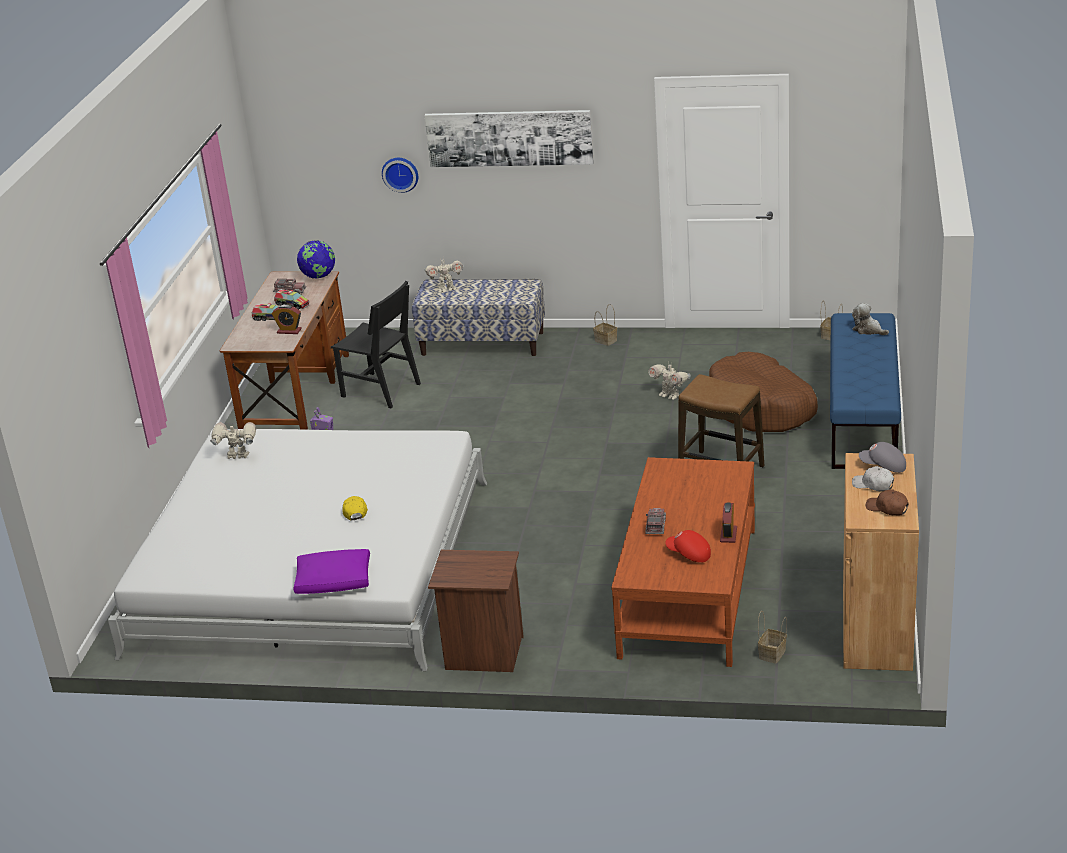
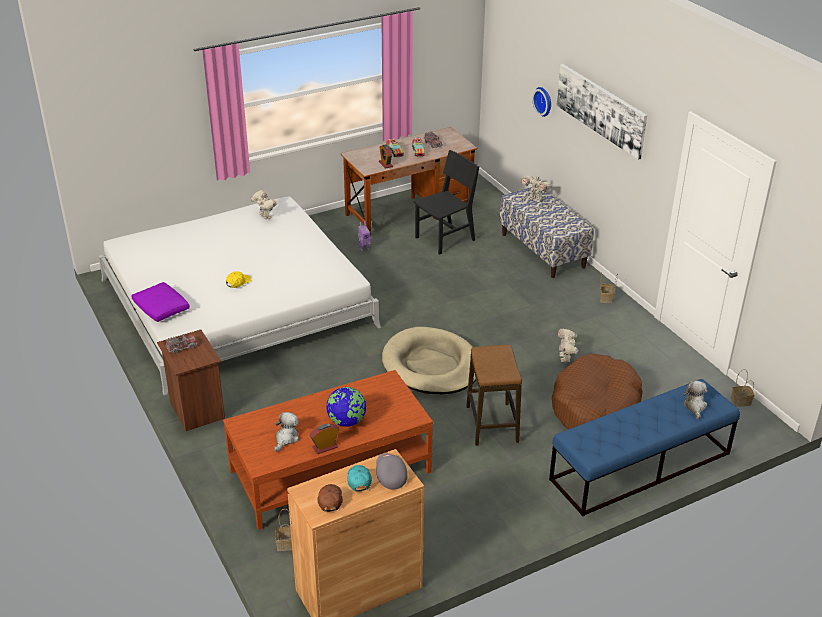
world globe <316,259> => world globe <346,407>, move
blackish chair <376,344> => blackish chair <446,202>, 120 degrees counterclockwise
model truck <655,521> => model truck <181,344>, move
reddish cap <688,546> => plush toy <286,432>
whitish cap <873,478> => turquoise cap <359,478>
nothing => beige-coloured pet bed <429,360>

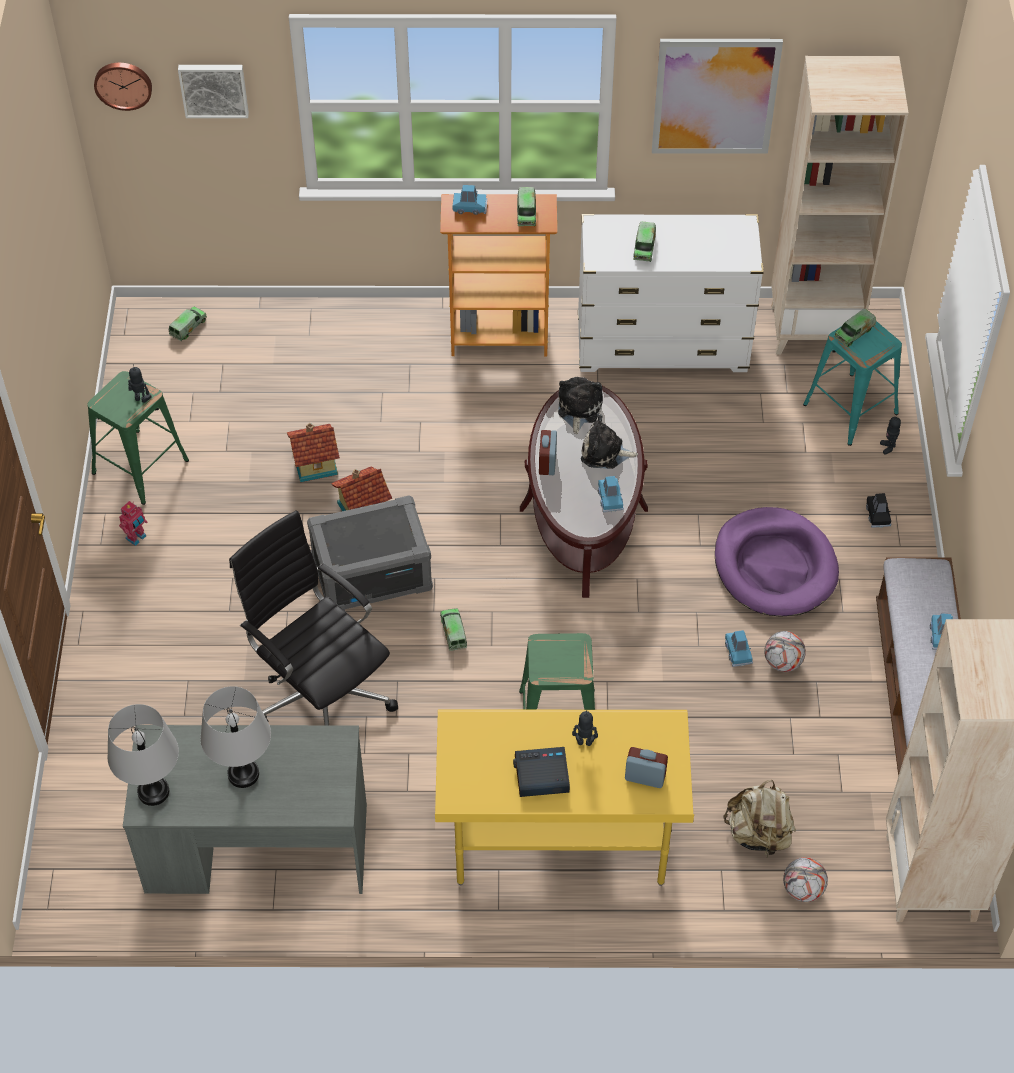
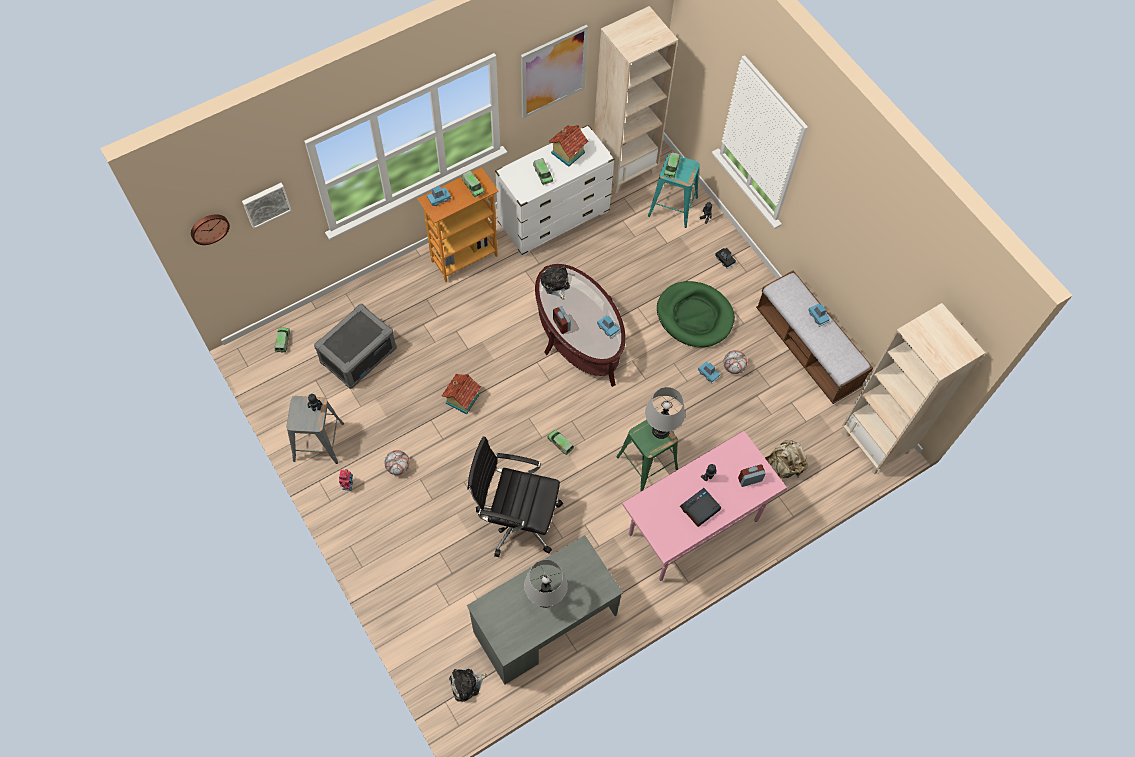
green-coloured stool <138,438> => grey stool <315,430>
grey lamp for a table <143,755> => grey lamp for a table <665,413>, move
model house <313,452> => model house <568,146>, move
grey storage bin <370,553> => grey storage bin <355,346>, move
yellow desk table <564,797> => pinkish desk table <705,506>
plush toy <609,441> => plush toy <468,685>, move
purple pet bed <777,562> => green-coloured pet bed <696,314>
football <805,879> => football <397,462>, move

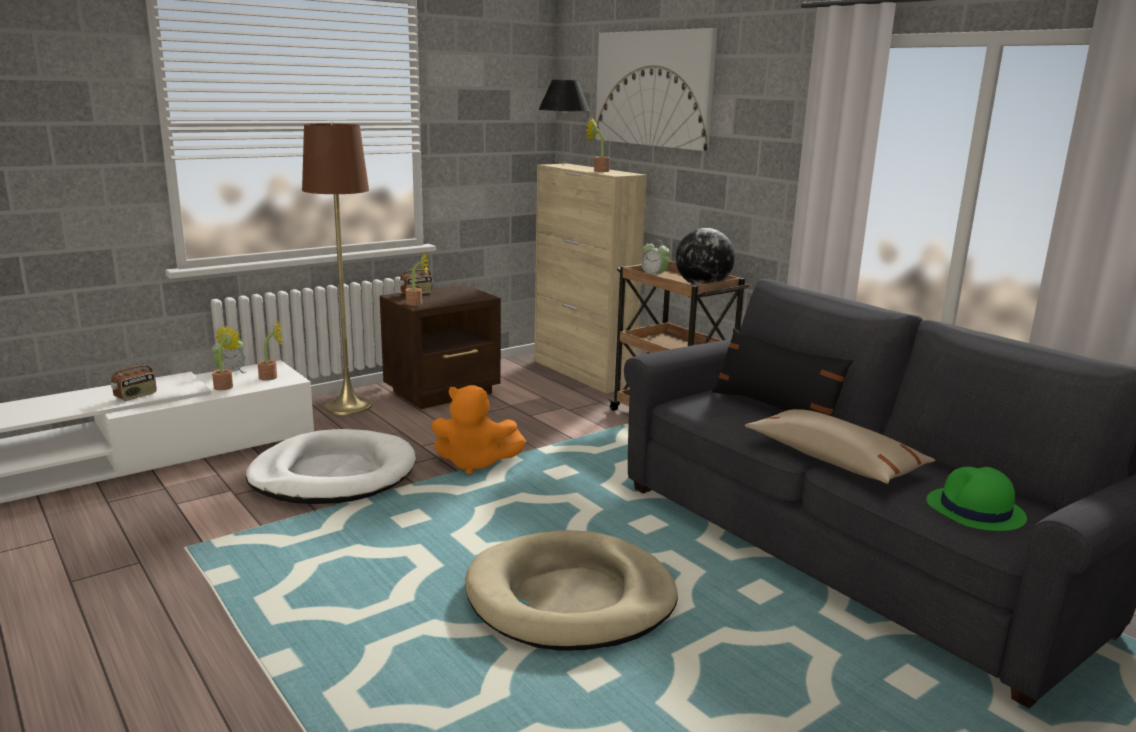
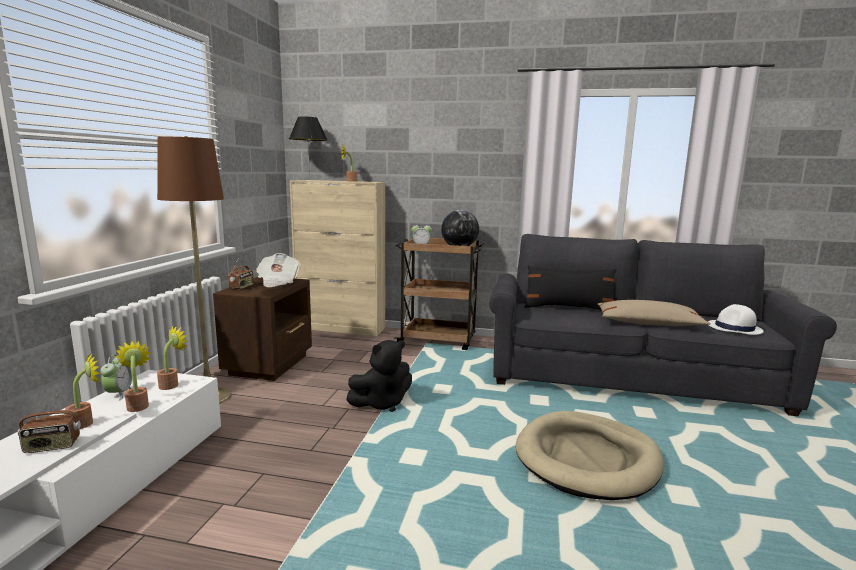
radio <134,377> => radio <49,424>, 75 degrees clockwise
whitish pet bed <331,466> => nothing
plant in a pot <417,278> => plant in a pot <83,391>, move
orangey plush toy <478,429> => blackish plush toy <379,376>
wall picture <656,89> => nothing
green-coloured wearable hat <977,499> => whitish wearable hat <736,319>
nothing => daily paper <278,270>

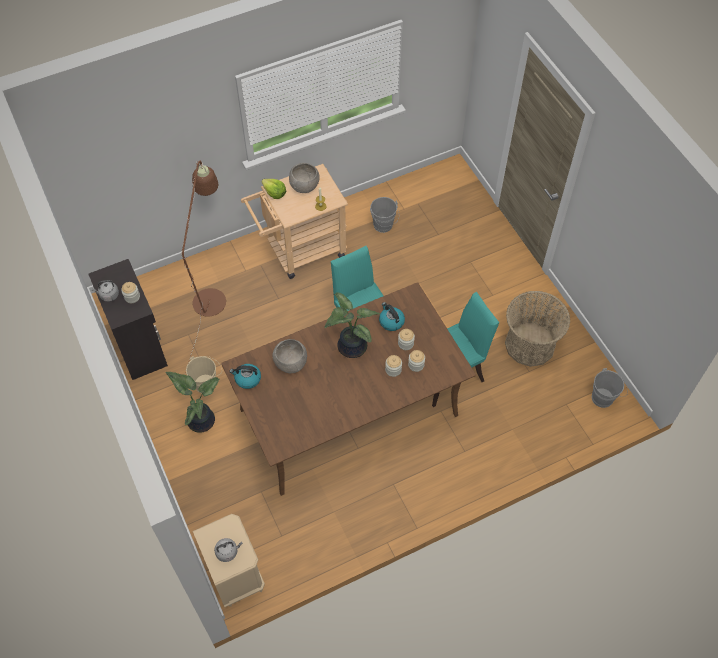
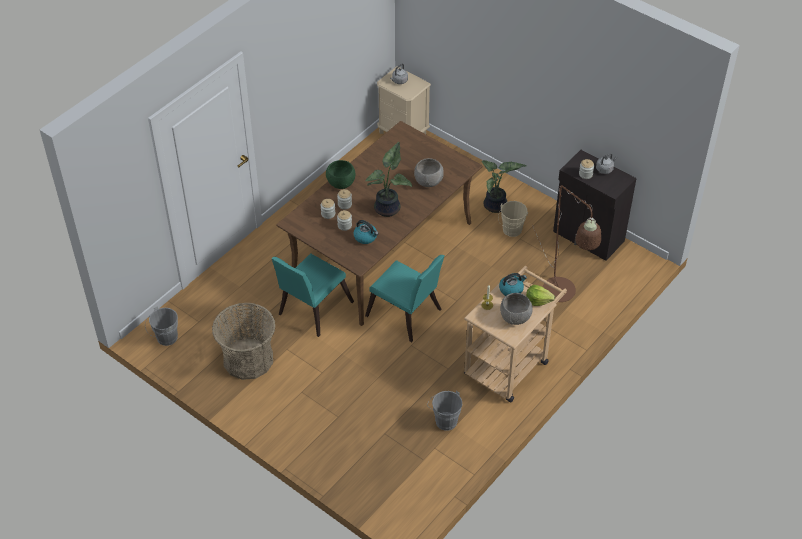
water kettle <245,376> => water kettle <513,284>, move
nothing => green-coloured serving bowl <340,174>

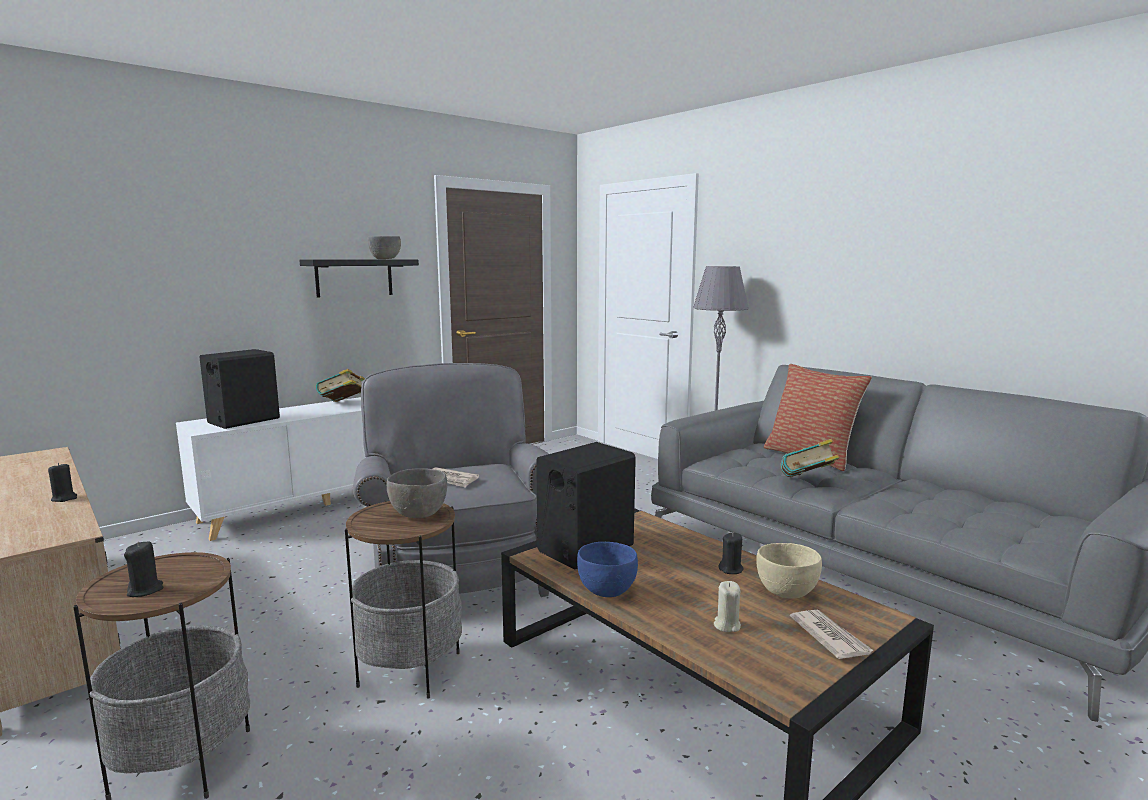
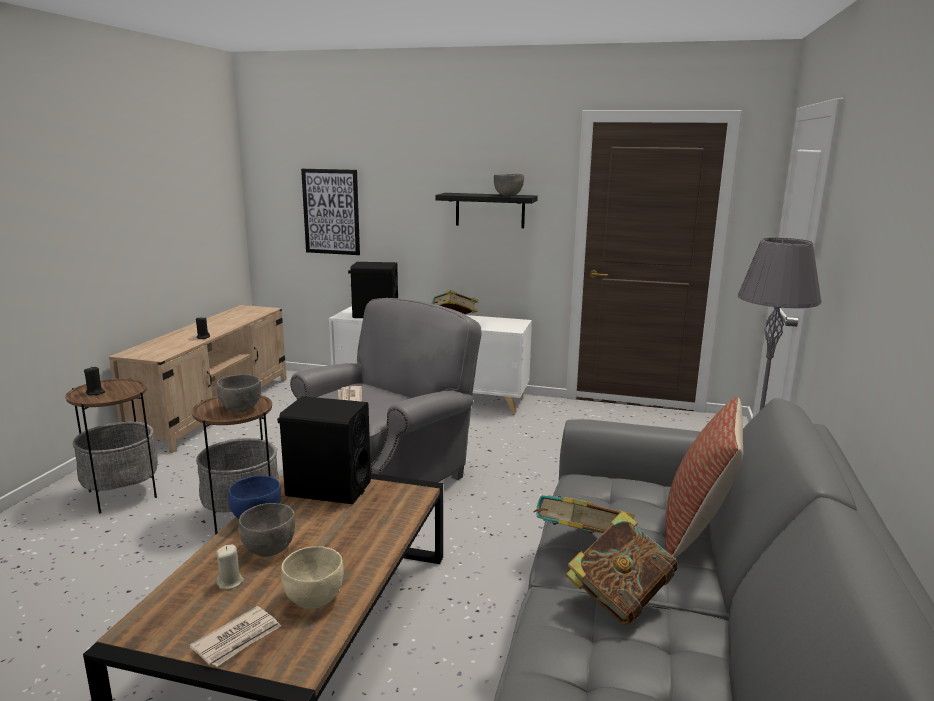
blackish wax candle <731,553> => nothing
nothing => grey serving bowl <266,530>
nothing => wall picture <330,212>
nothing => volume <622,568>

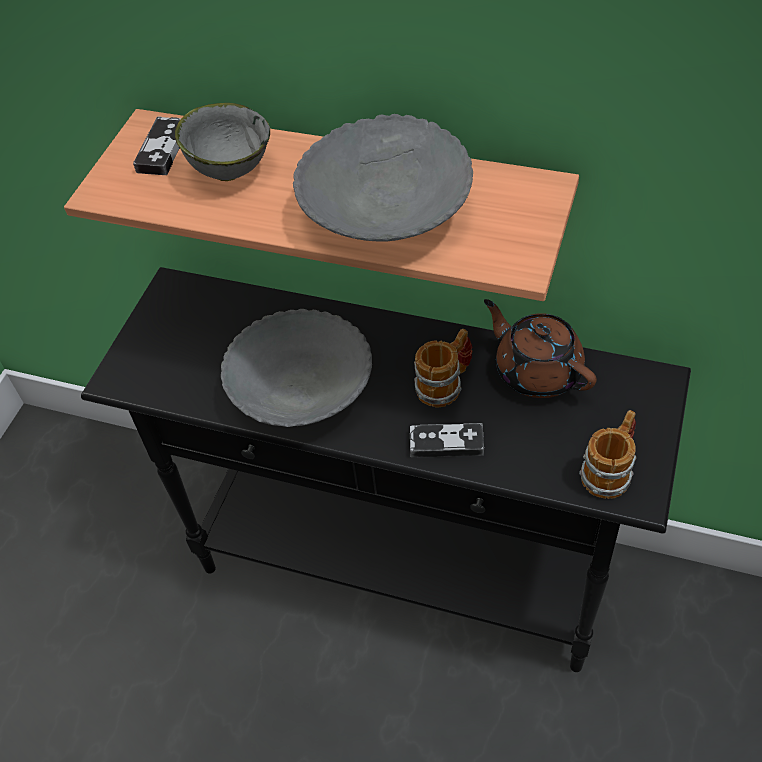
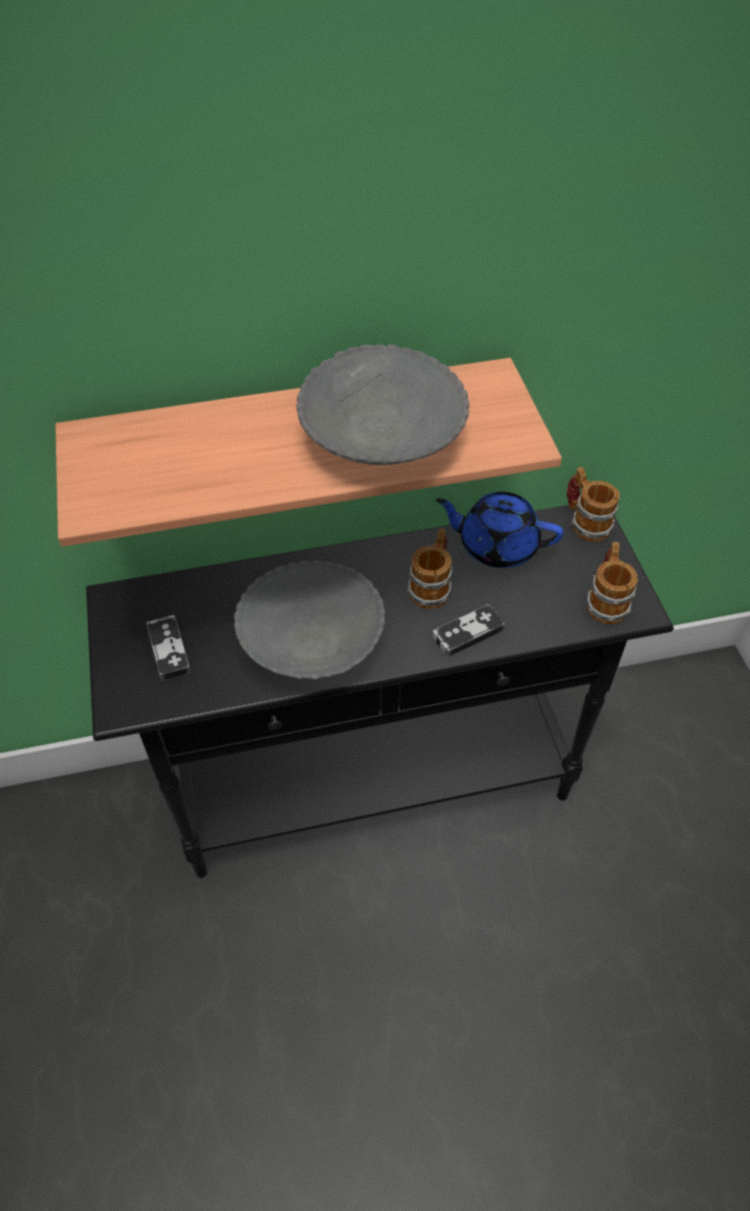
joypad <157,145> => joypad <168,648>, move
grey serving bowl <222,142> => nothing
brownish teapot <540,348> => bluish teapot <500,530>
nothing => tea mug <593,504>

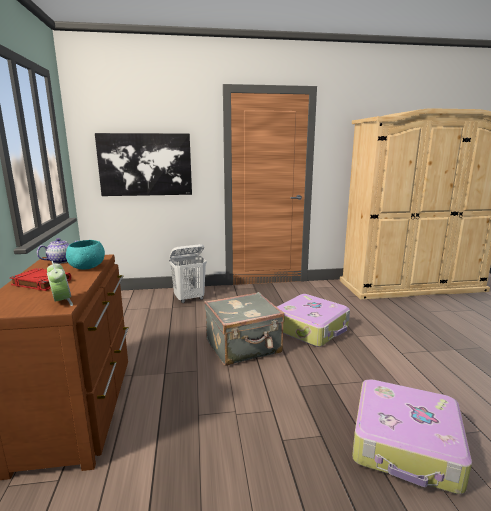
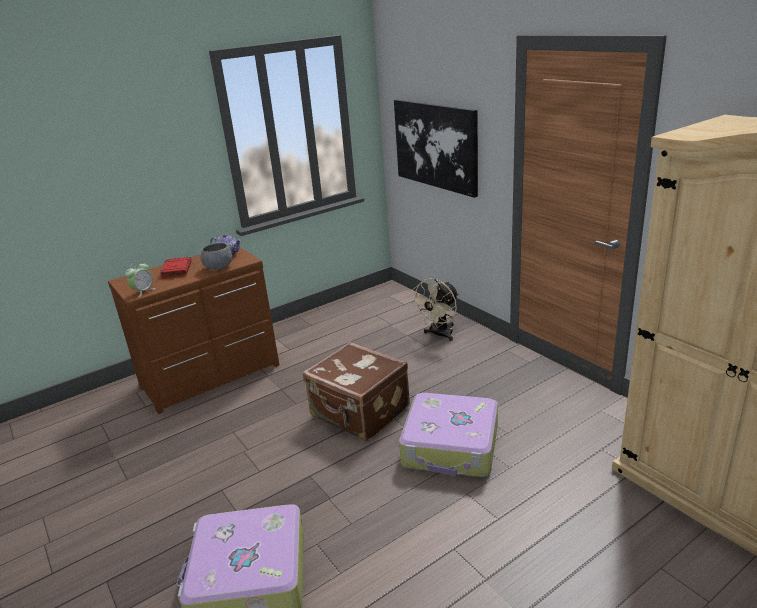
turquoise serving bowl <85,255> => grey serving bowl <216,256>
whitish washing basket <188,273> => beige-coloured electric fan <434,309>
grey piece of luggage <244,329> => brownish piece of luggage <356,391>

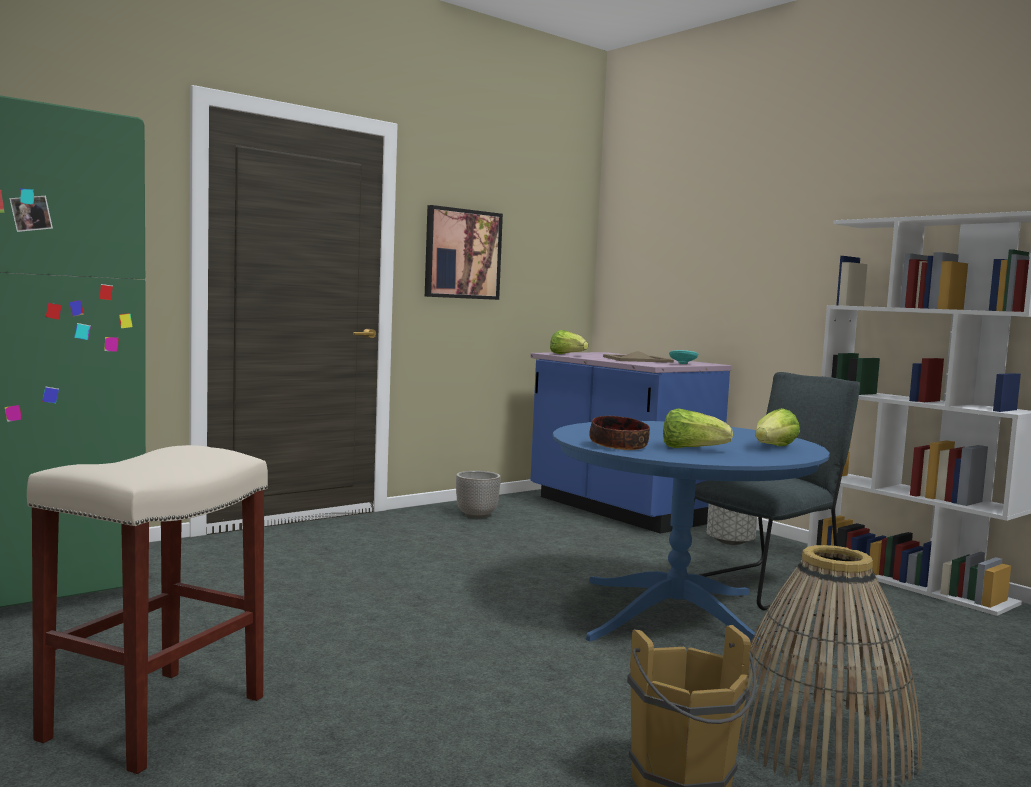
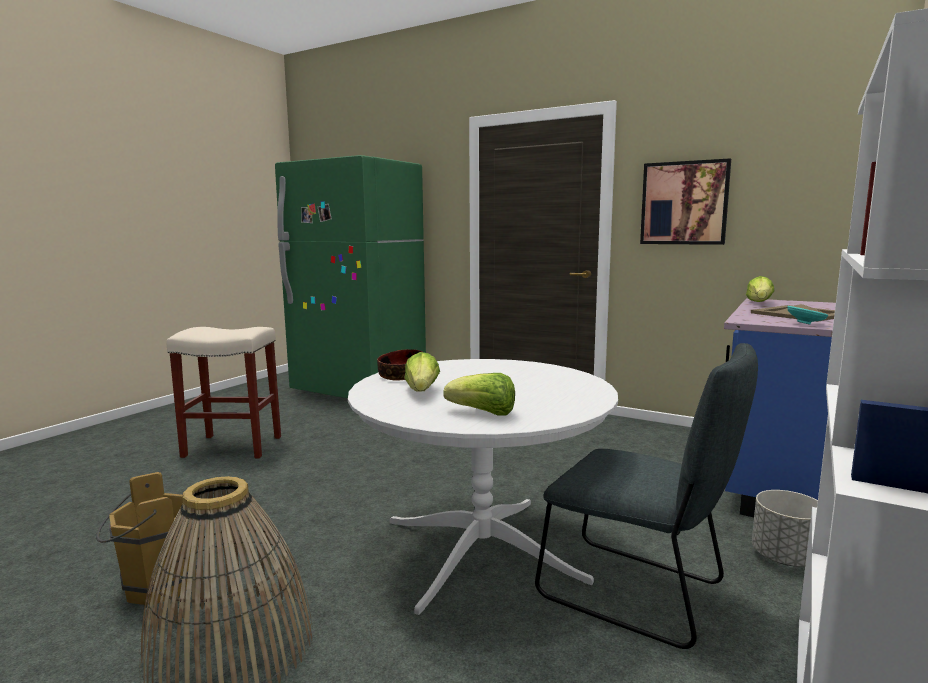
planter <478,494> => nothing
bluish kitchen table <691,538> => whitish kitchen table <483,487>

